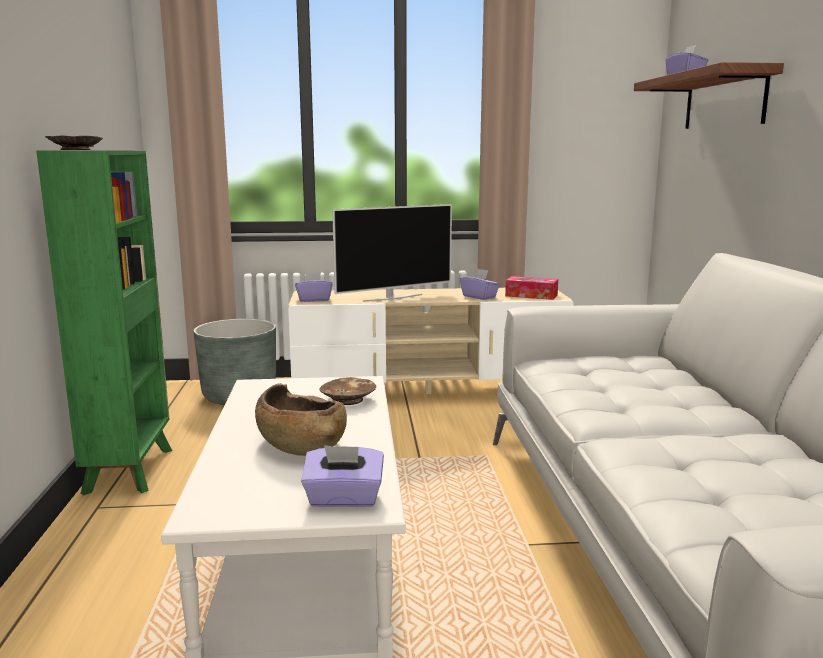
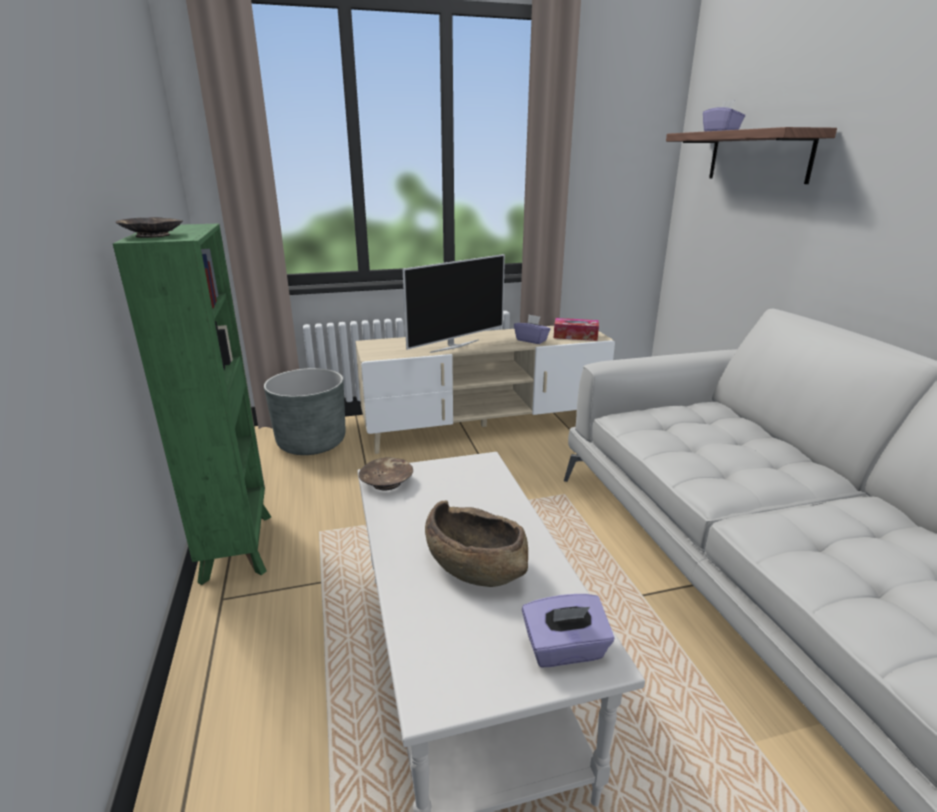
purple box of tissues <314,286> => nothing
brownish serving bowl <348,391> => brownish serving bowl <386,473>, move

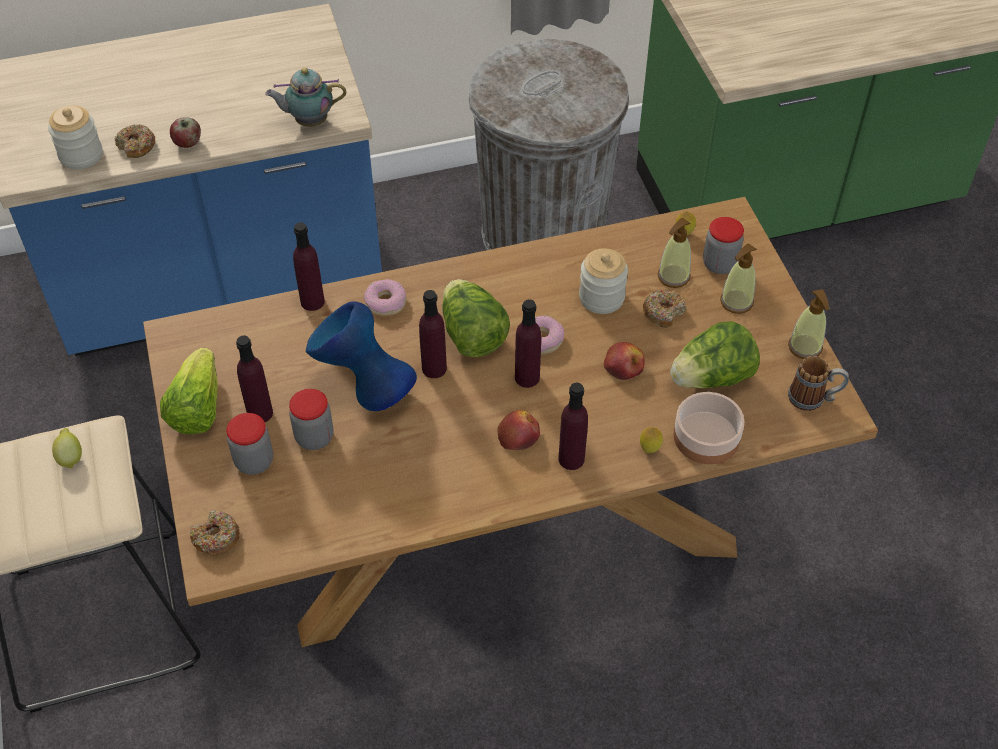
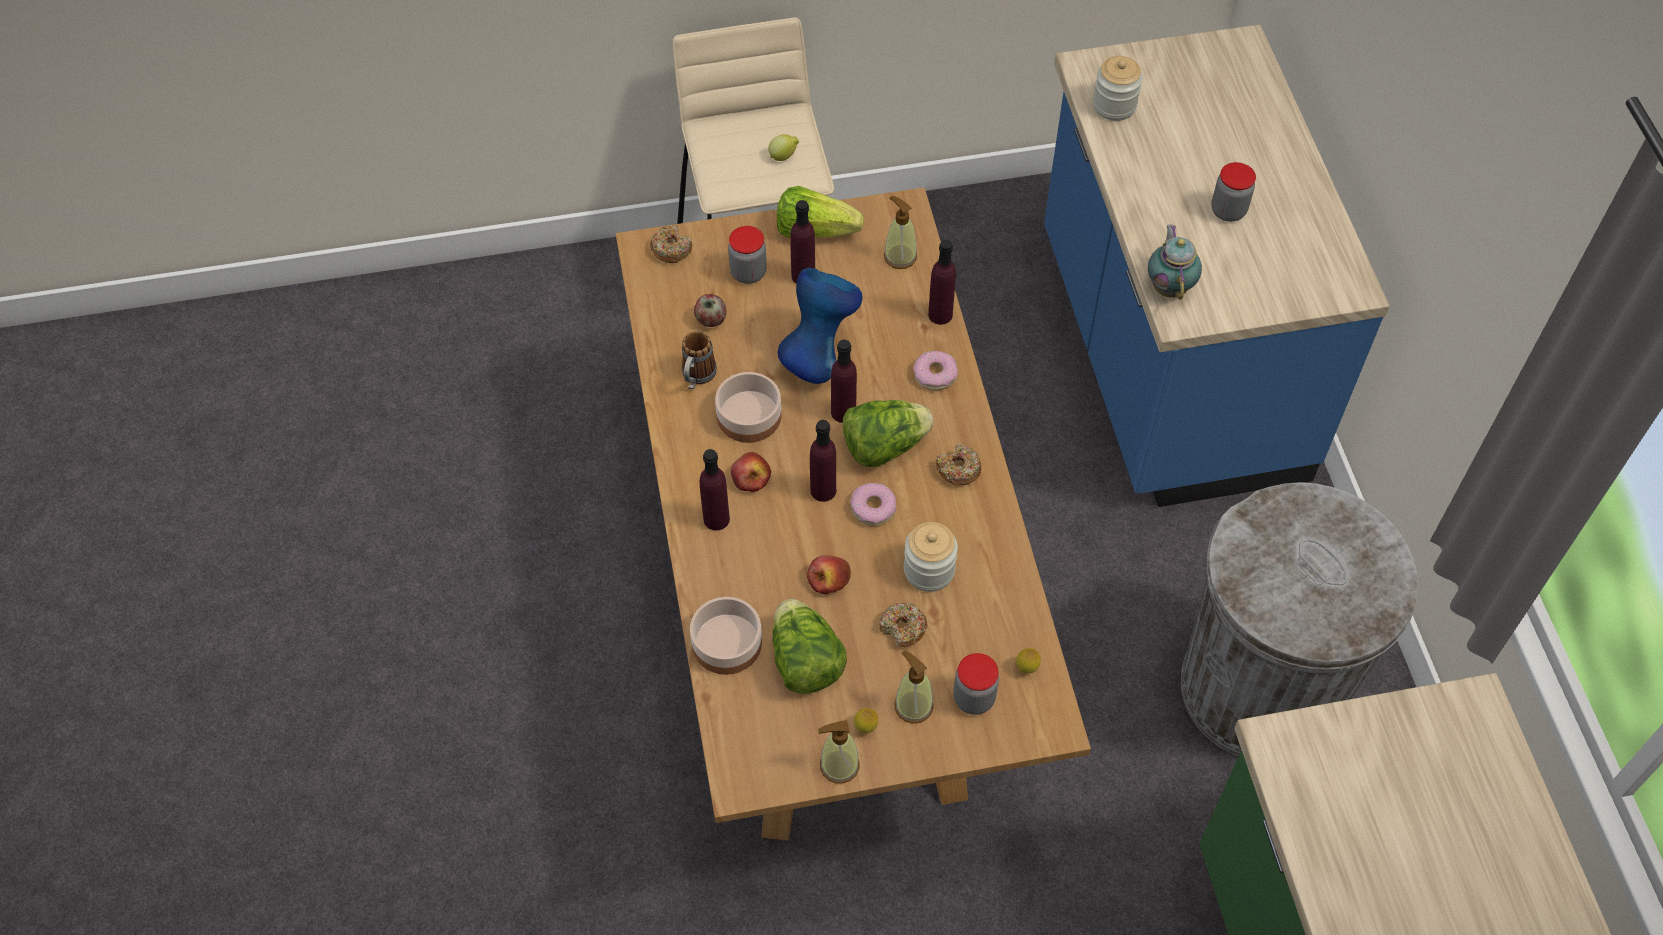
doughnut <135,141> => doughnut <958,464>, move
apple <185,132> => apple <710,310>, move
jar <311,419> => jar <1233,192>, move
lemon <651,440> => lemon <866,720>, move
soap bottle <674,253> => soap bottle <900,232>, move
tea mug <818,383> => tea mug <699,360>, move
nothing => serving bowl <748,407>

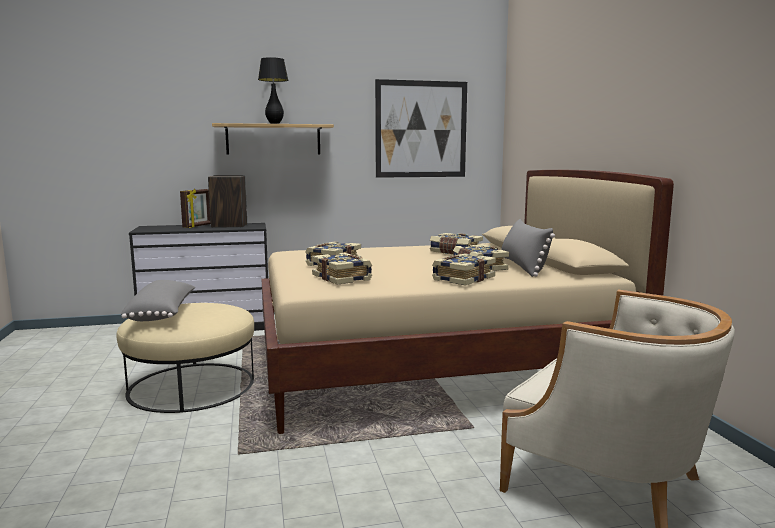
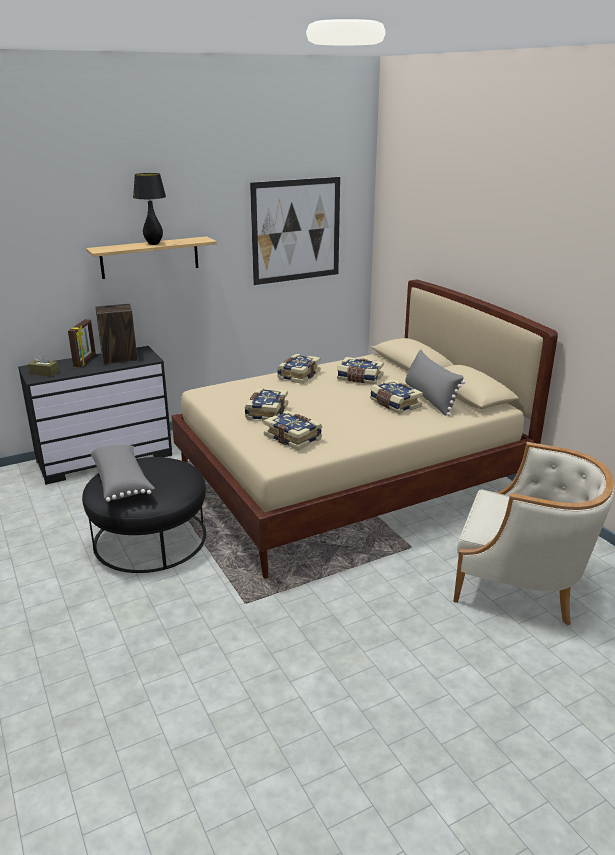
beige-coloured footrest <185,358> => blackish footrest <144,515>
volume <464,270> => volume <298,369>, move
nothing => brownish box of tissues <43,365>

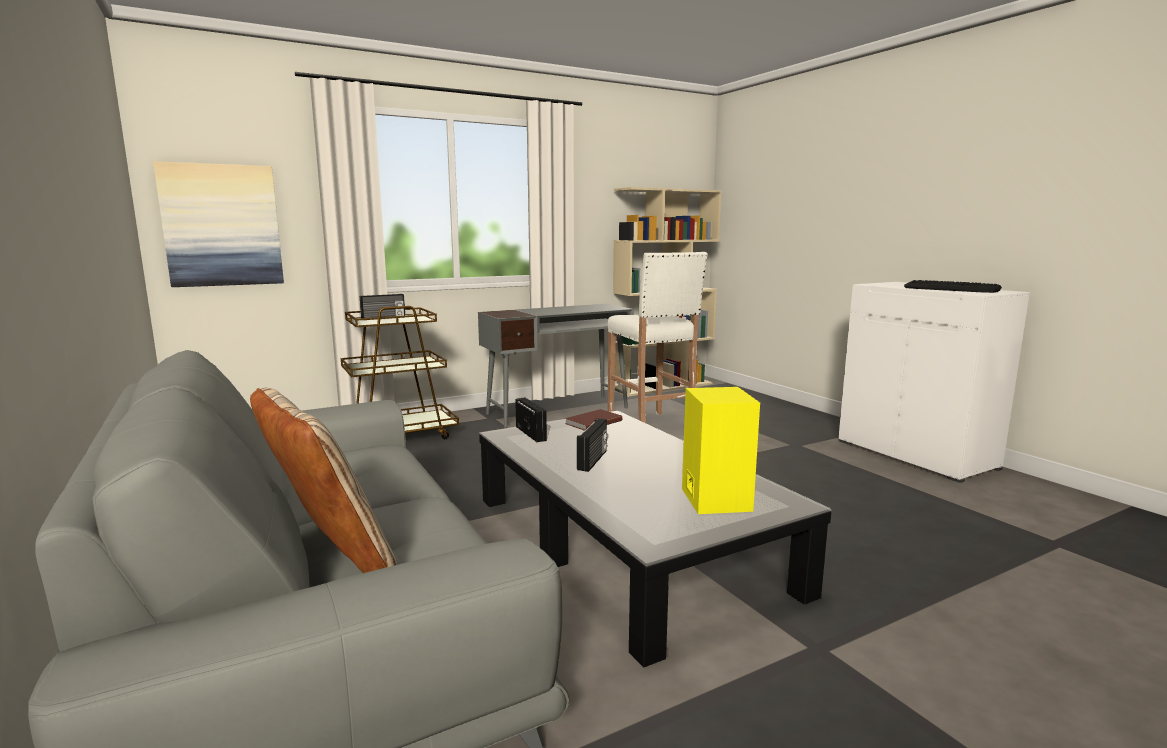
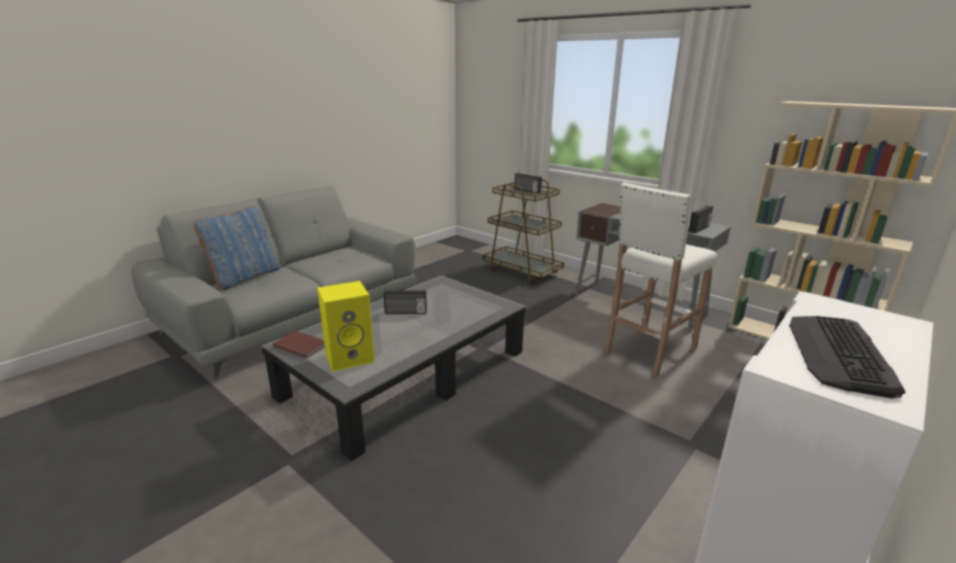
wall picture <218,224> => nothing
beige-coloured cushion <323,480> => bluish cushion <237,248>
radio <531,419> => radio <701,219>, move
brownish volume <593,420> => brownish volume <299,344>, move

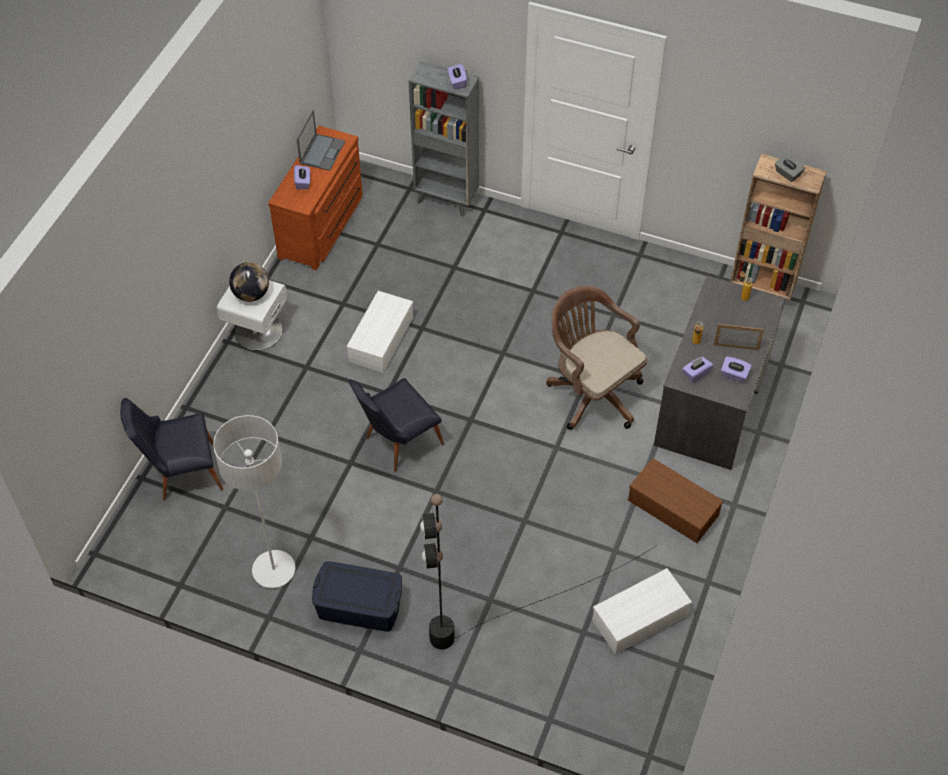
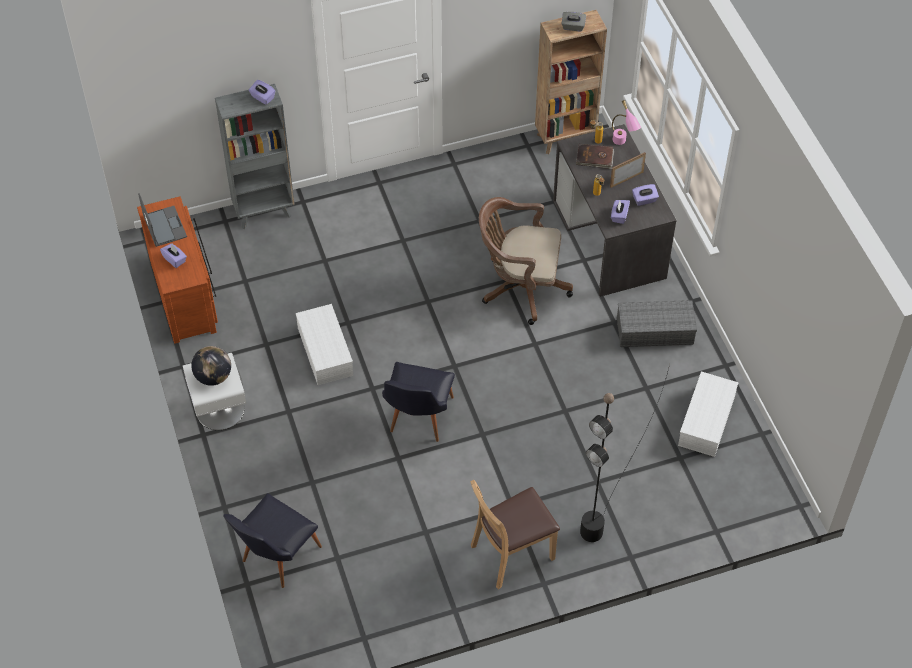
grey standing lamp <254,501> => nothing
bluish storage bin <357,596> => brownish chair <515,535>
brownish storage bin <675,500> => grey storage bin <657,323>
nothing => brownish volume <595,156>
nothing => pinkish lamp for a table <626,122>

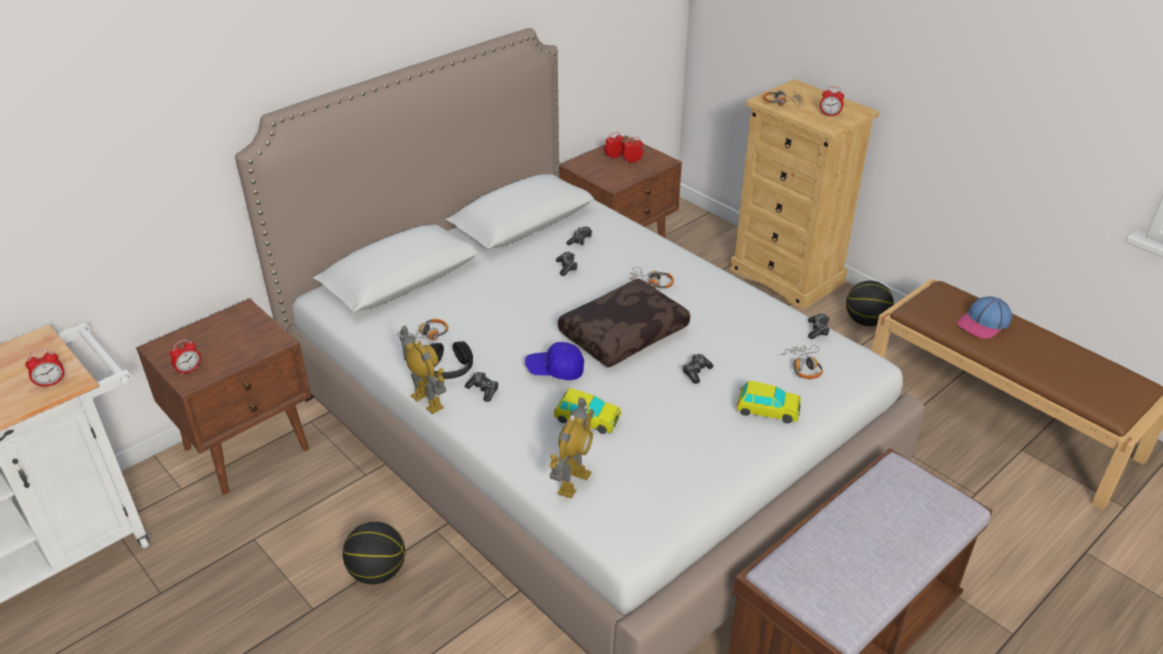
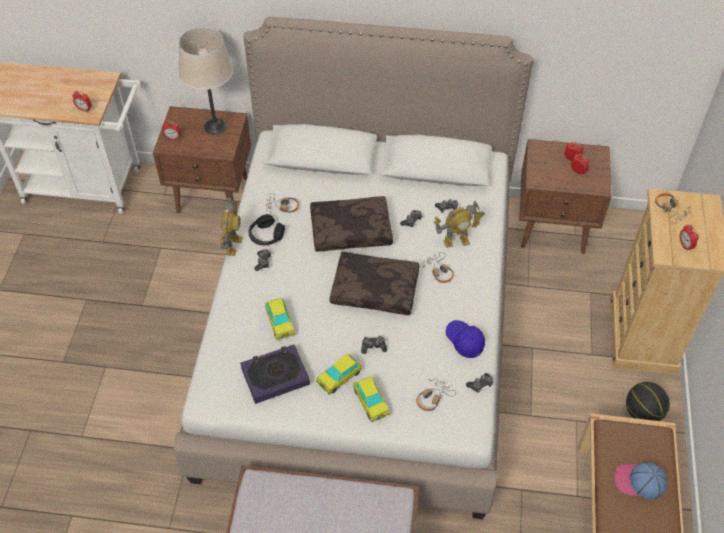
basketball ball <374,553> => nothing
bluish cap <554,361> => bluish cap <465,339>, move
model robot <571,448> => model robot <459,224>, move
nothing => beige-coloured lamp for a table <206,81>
nothing => volume <275,374>
nothing => brownish cushion <351,224>
nothing => miniature car <339,374>

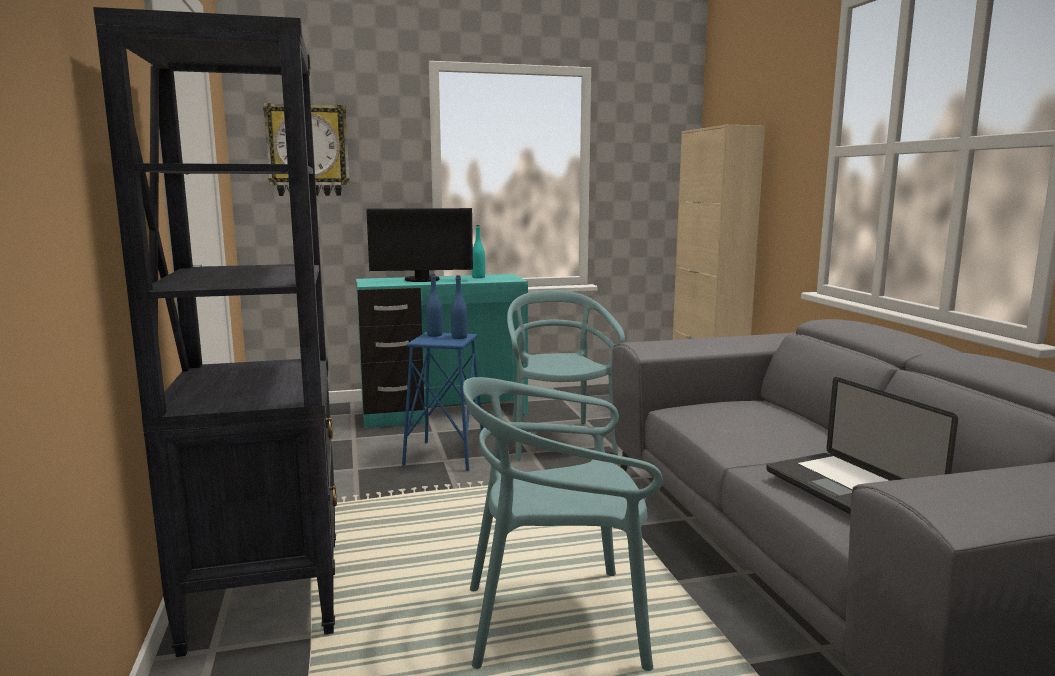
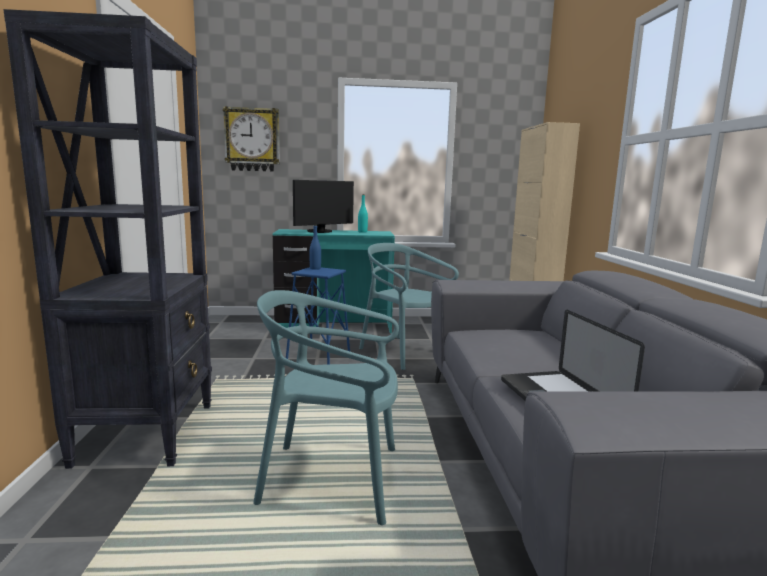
computer screen <419,245> => computer screen <323,206>, 45 degrees counterclockwise
bluish bottle <459,307> => nothing
turquoise chair <566,375> => turquoise chair <409,306>, 45 degrees counterclockwise

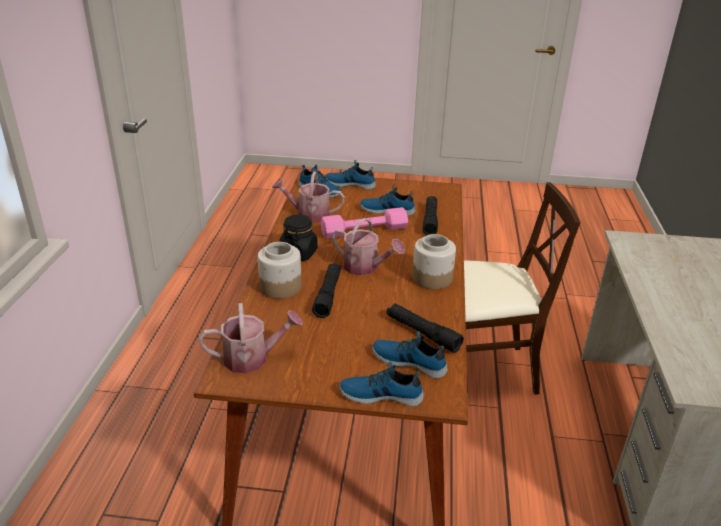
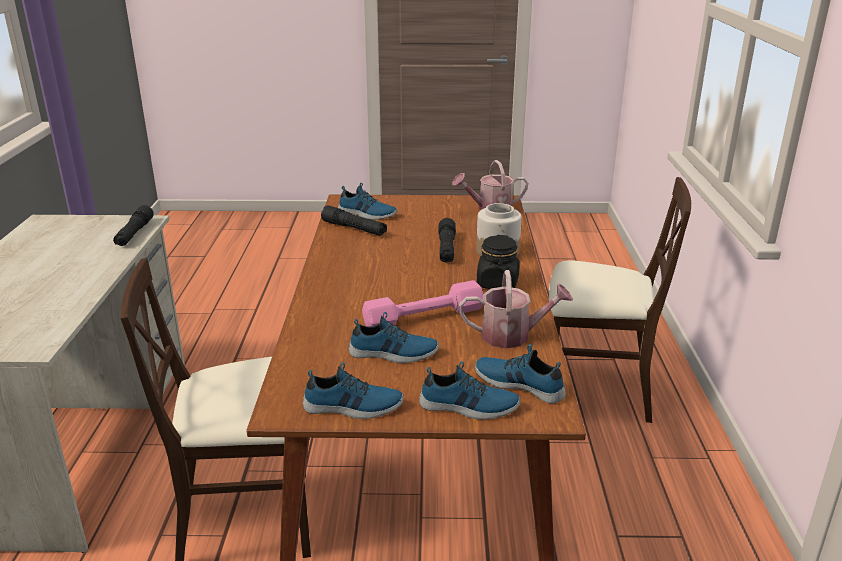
watering can <368,246> => nothing
item of footwear <381,384> => item of footwear <353,390>, move
jar <434,262> => nothing
blackish flashlight <430,215> => blackish flashlight <133,225>, move
nothing => beige-coloured chair <620,300>

